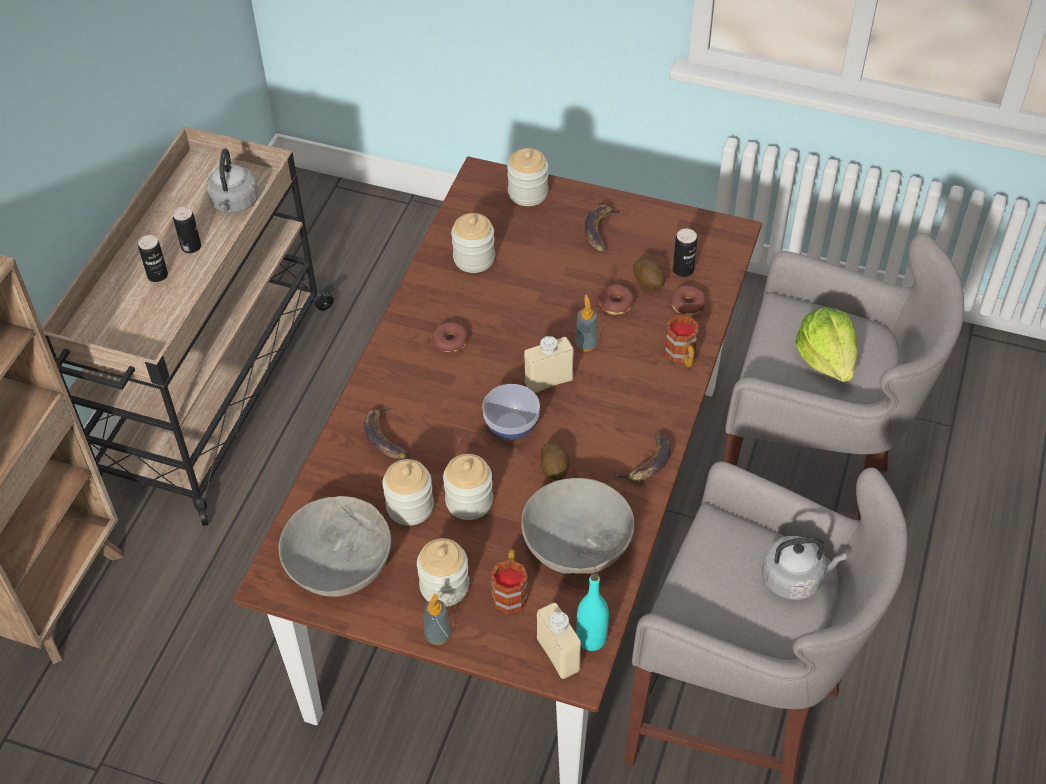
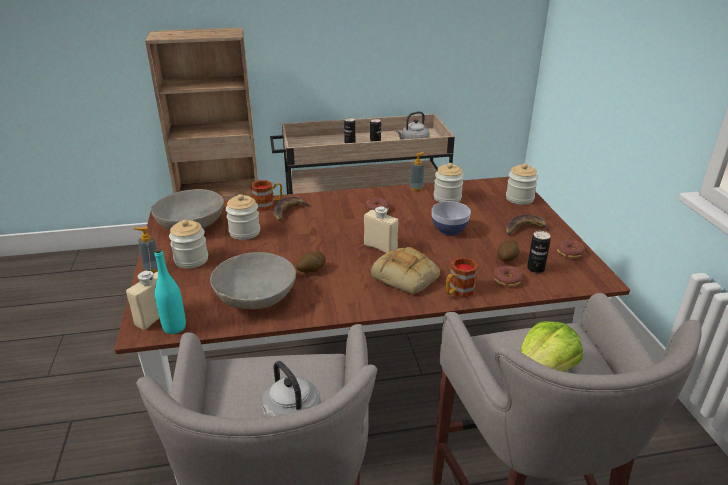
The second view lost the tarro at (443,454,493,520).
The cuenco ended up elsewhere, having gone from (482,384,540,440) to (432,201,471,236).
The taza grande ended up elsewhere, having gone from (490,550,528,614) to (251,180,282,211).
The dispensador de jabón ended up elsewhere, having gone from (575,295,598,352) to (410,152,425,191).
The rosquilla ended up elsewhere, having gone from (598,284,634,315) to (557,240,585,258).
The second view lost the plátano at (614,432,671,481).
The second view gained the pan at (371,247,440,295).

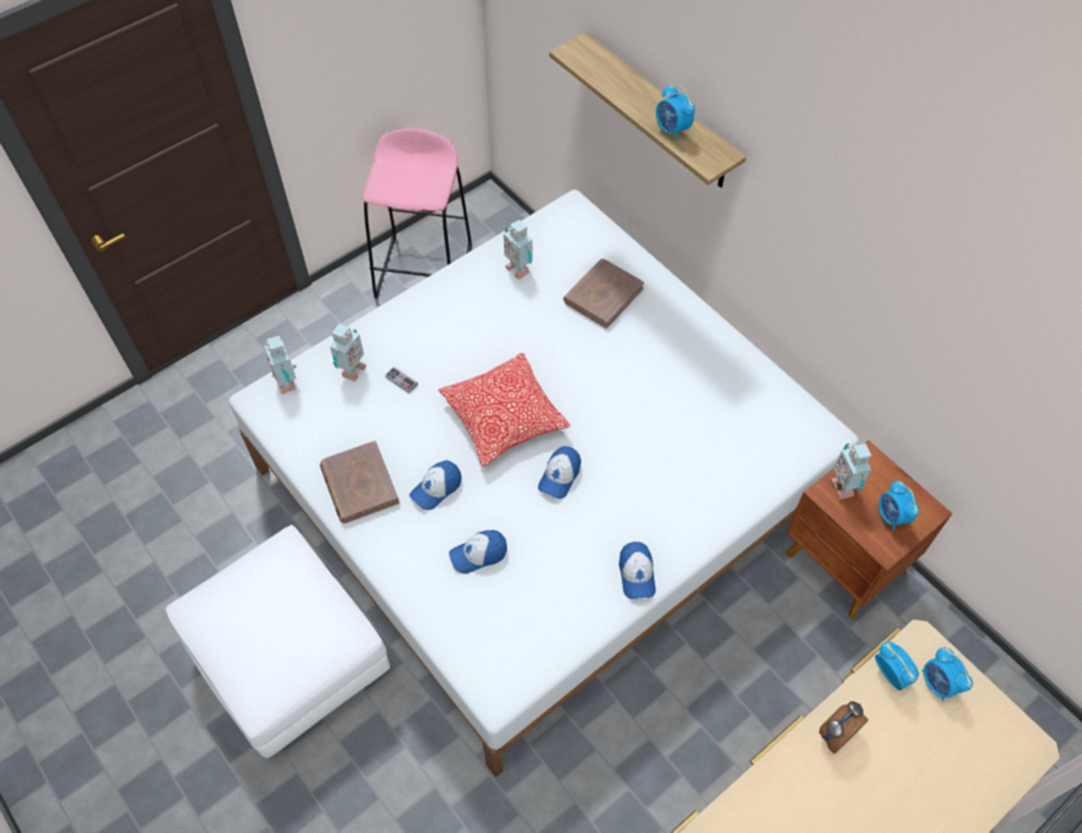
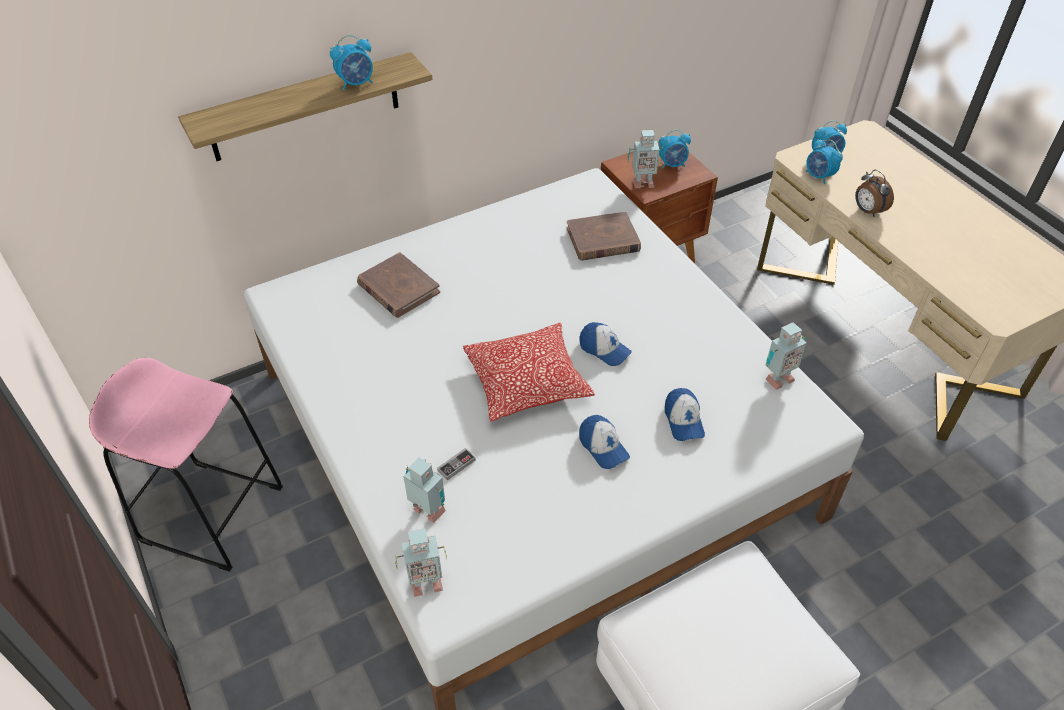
The libro/marrón ended up elsewhere, having gone from (320,441,400,523) to (567,211,641,261).
The robot de juguete ended up elsewhere, having gone from (504,220,533,280) to (765,322,807,390).
The second view lost the gorra at (619,542,656,599).
The despertador at (875,642,919,690) ended up facing another way, 105 degrees counterclockwise from before.

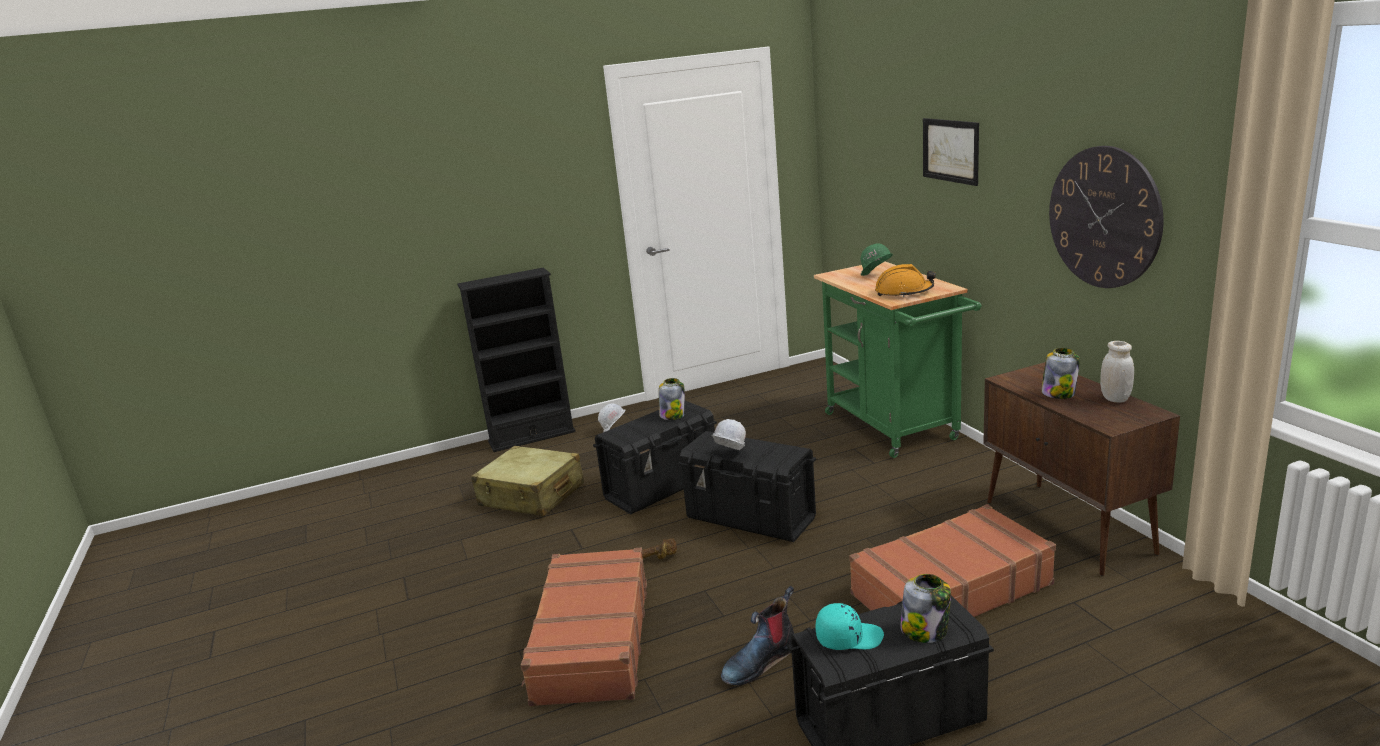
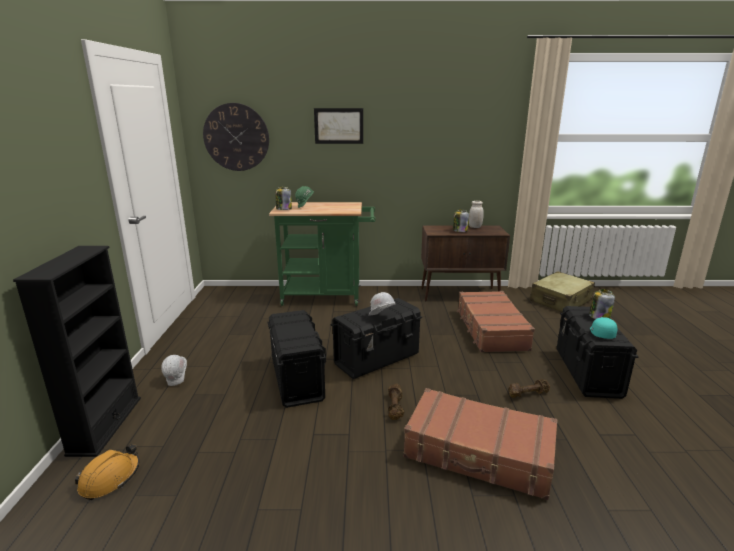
The maleta/beis ended up elsewhere, having gone from (471,446,584,516) to (530,271,595,312).
The tarro ended up elsewhere, having gone from (659,378,685,420) to (275,187,292,210).
Where the bota stood at (721,586,795,685), the mancuerna/marrón came to stand at (509,379,550,398).
The casco/naranja ended up elsewhere, having gone from (875,264,936,297) to (75,444,140,500).
The reloj de pared ended up elsewhere, having gone from (1049,146,1163,288) to (203,103,269,171).

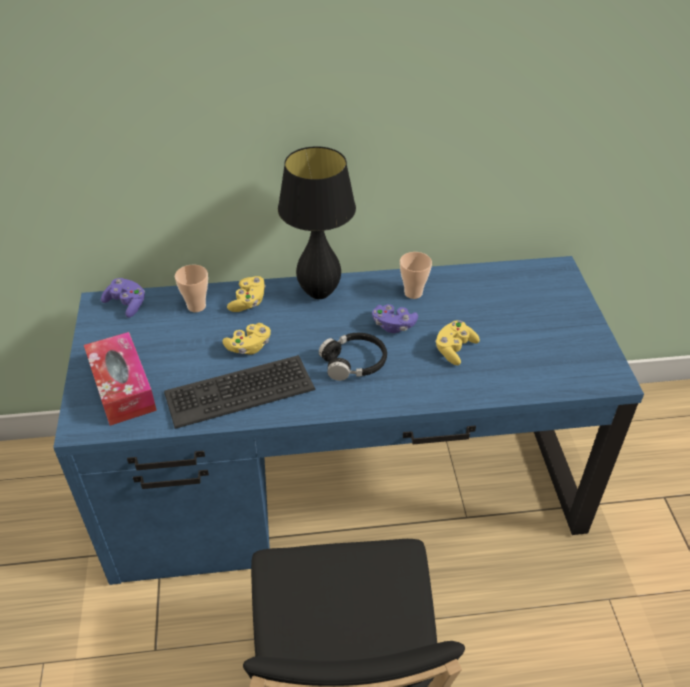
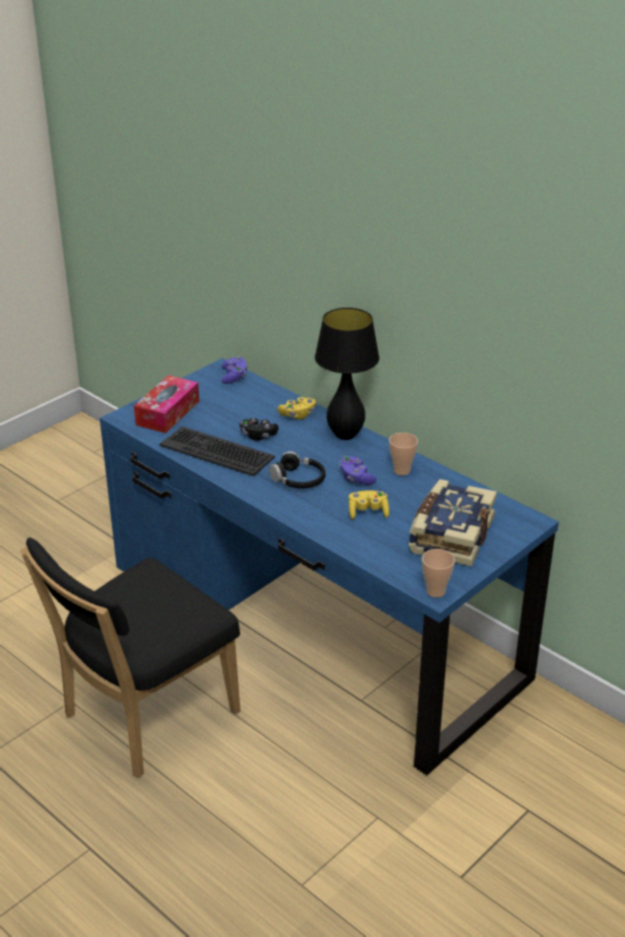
The taza ended up elsewhere, having gone from (175,265,208,312) to (422,549,455,598).
What was the mando de consola/amarillo at (222,323,271,355) turned into the mando de consola/negro at (240,418,279,441).
The second view gained the libro at (409,479,497,567).

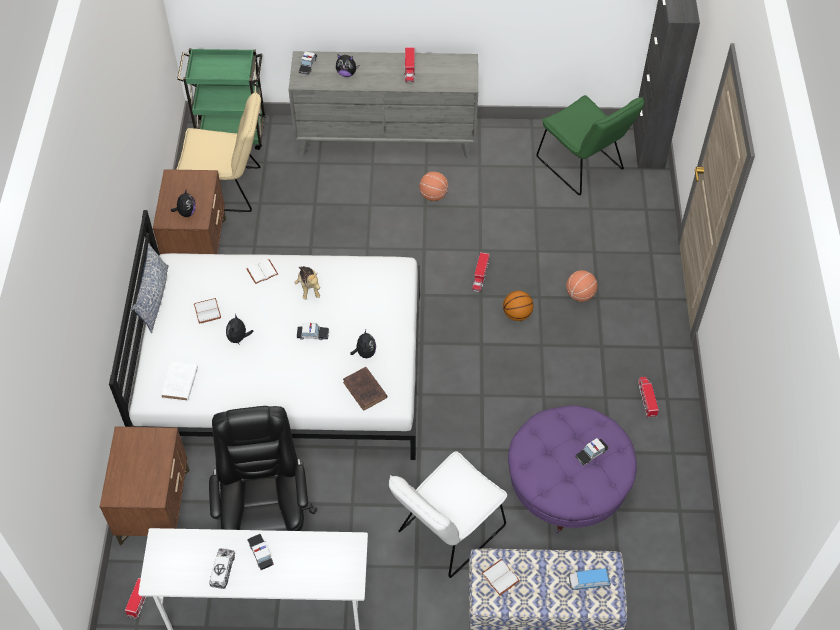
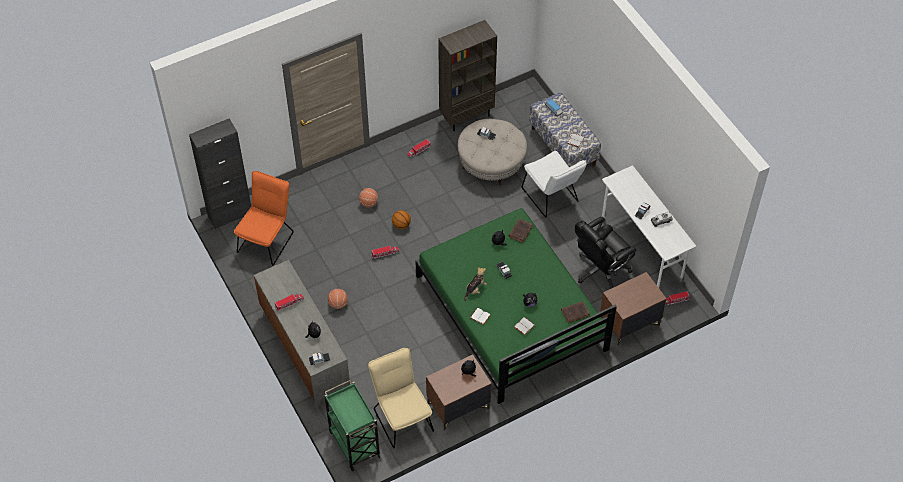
What was the cama/blanco at (109,210,420,460) turned into the cama/verde at (415,208,617,404).
What was the libro/blanco at (160,362,198,401) turned into the libro/marrón at (561,301,590,323).
The silla/blanco at (389,451,507,578) ended up facing another way, 45 degrees clockwise from before.
What was the puf/morado at (508,405,637,533) turned into the puf/beis at (458,119,527,185).
What was the silla/verde at (536,95,644,195) turned into the silla/naranja at (234,171,293,266).
The second view gained the estantería/marrón at (438,20,497,131).

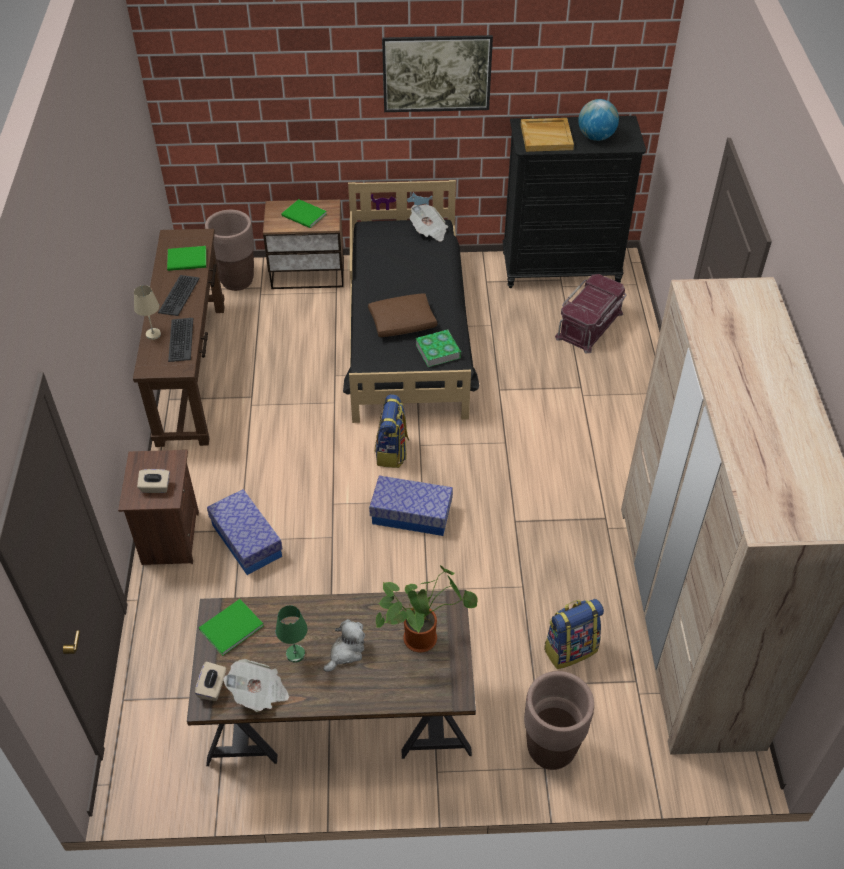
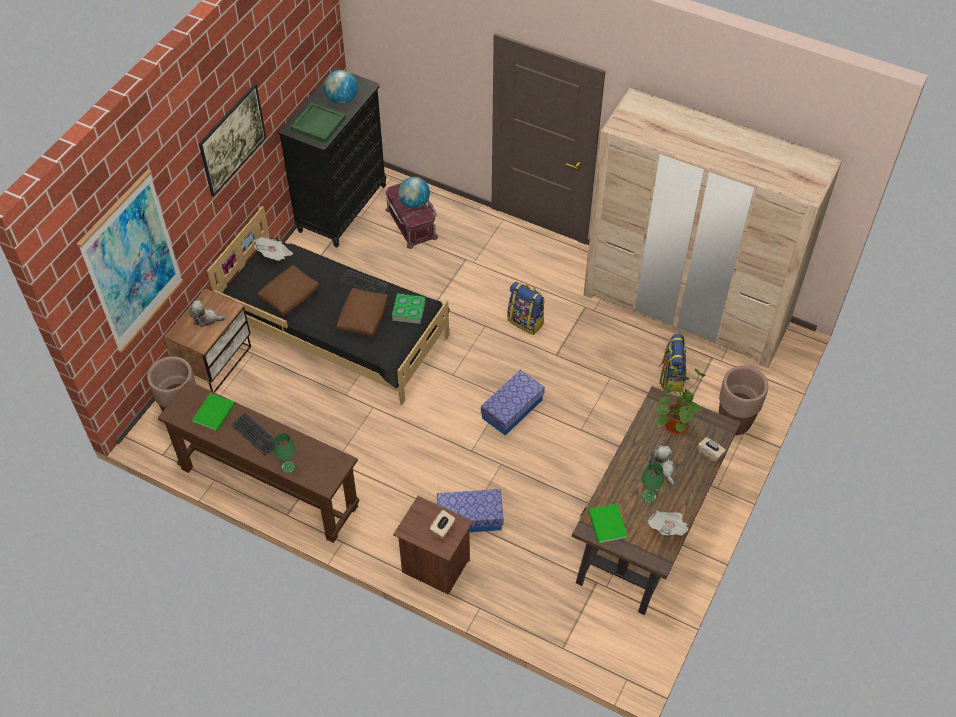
What was the lámpara de mesa/beis at (134,285,161,340) turned into the lámpara de mesa/verde at (273,433,296,474).
The teclado ended up elsewhere, having gone from (168,318,193,362) to (340,269,389,294).
The caja de pañuelos/beis ended up elsewhere, having gone from (195,661,226,701) to (698,437,726,462).
Where the libro/verde stood at (281,199,326,228), the peluche came to stand at (189,300,226,327).
The mochila ended up elsewhere, having gone from (375,394,409,468) to (507,282,545,335).
What was the bandeja/beis at (521,118,574,152) turned into the bandeja/verde at (291,102,346,143).
The second view gained the cuadro at (77,169,183,353).
The second view gained the cojín/marrón at (257,265,320,316).
The second view gained the globo terráqueo at (398,177,430,209).

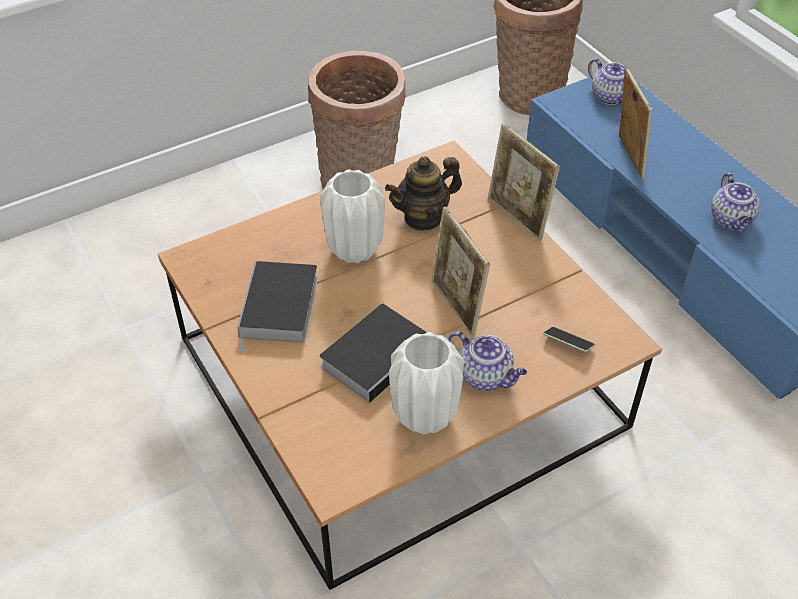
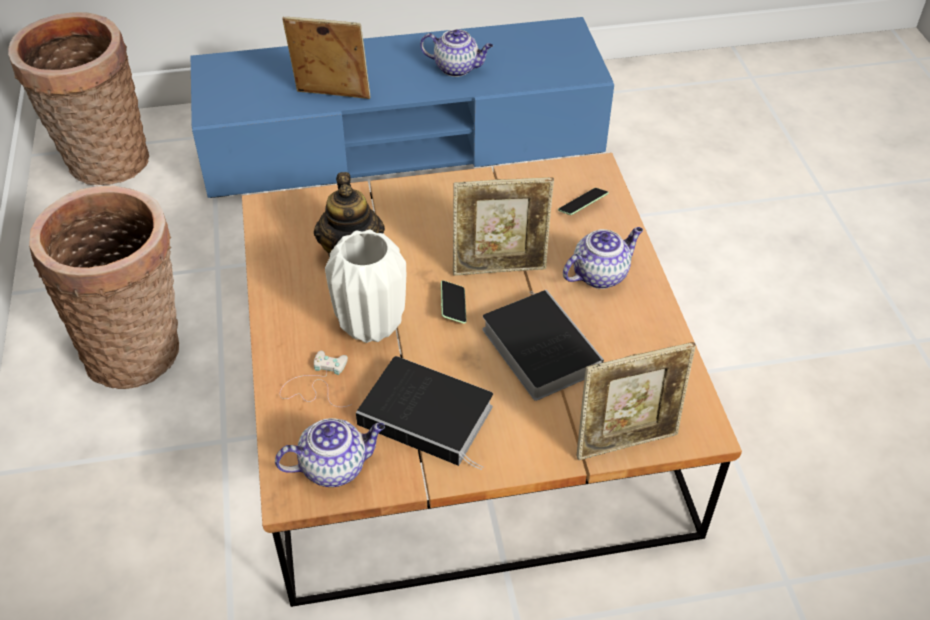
The second view lost the florero/blanco at (389,332,464,435).
The portarretratos ended up elsewhere, having gone from (488,123,560,241) to (576,342,696,460).
The tetera ended up elsewhere, having gone from (588,58,640,105) to (275,418,385,487).
The second view gained the mando de consola/blanco at (280,351,352,407).
The second view gained the móvil at (441,280,467,324).

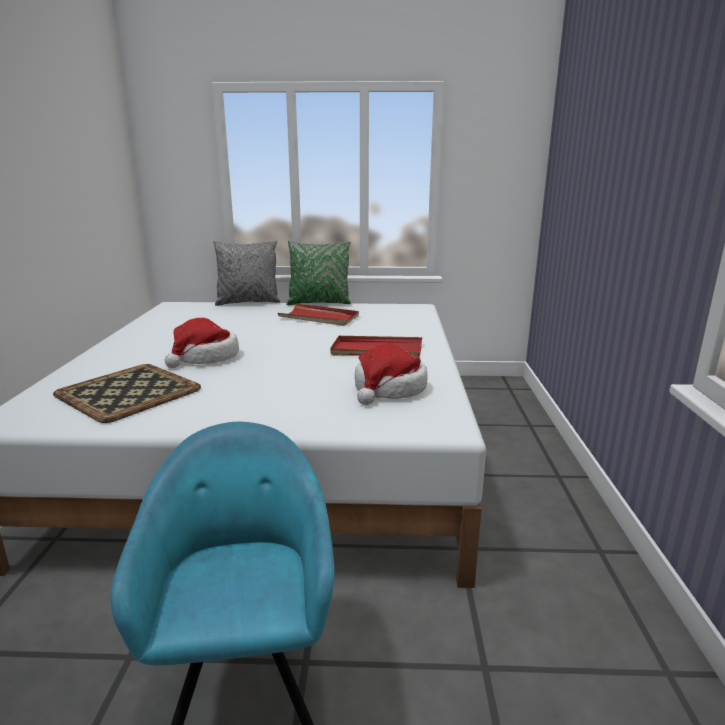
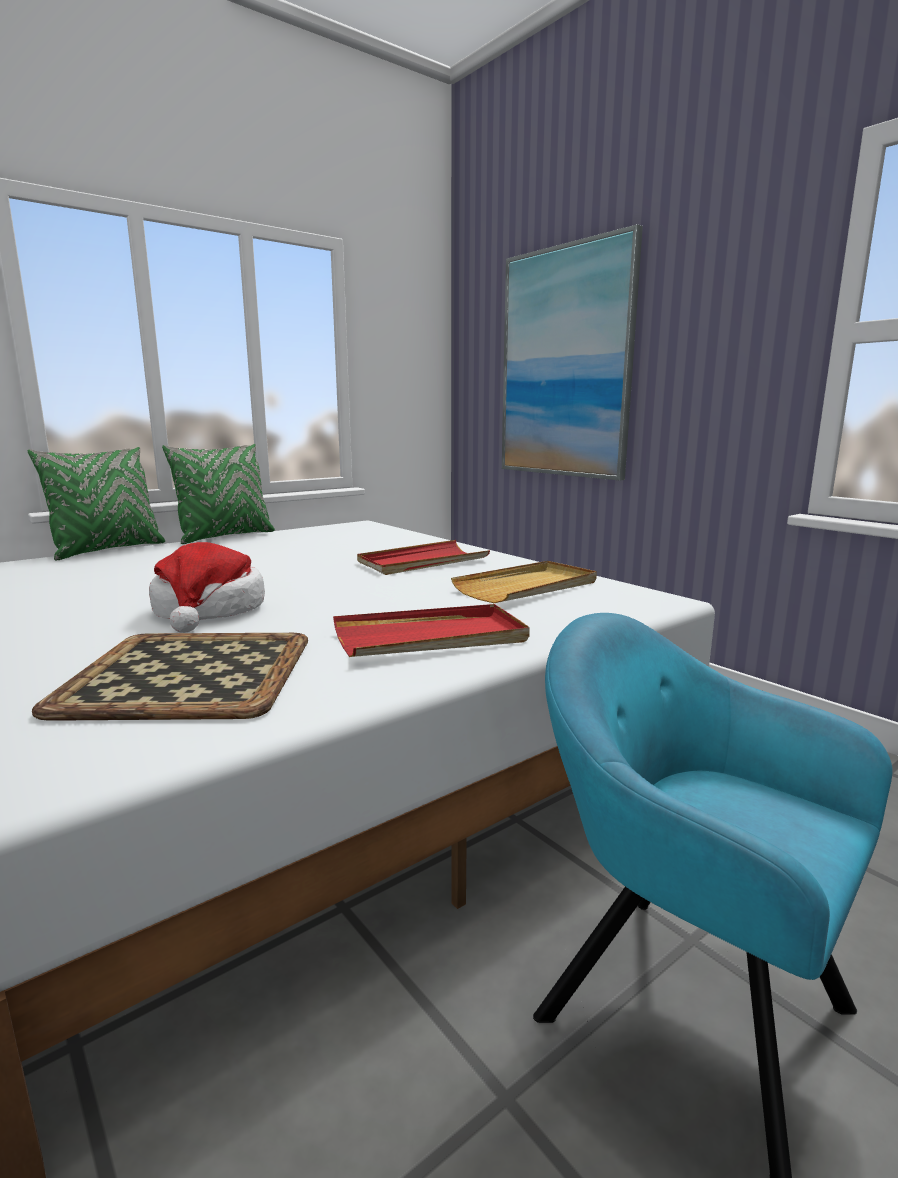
What was the cojín/gris at (213,241,280,306) turned into the cojín/verde at (28,447,165,560).
The bandeja/rojo ended up elsewhere, having gone from (278,304,359,326) to (333,604,530,657).
Where the sombrero stood at (355,343,428,405), the bandeja/beis came to stand at (451,561,597,603).
The second view gained the cuadro at (502,224,643,481).

